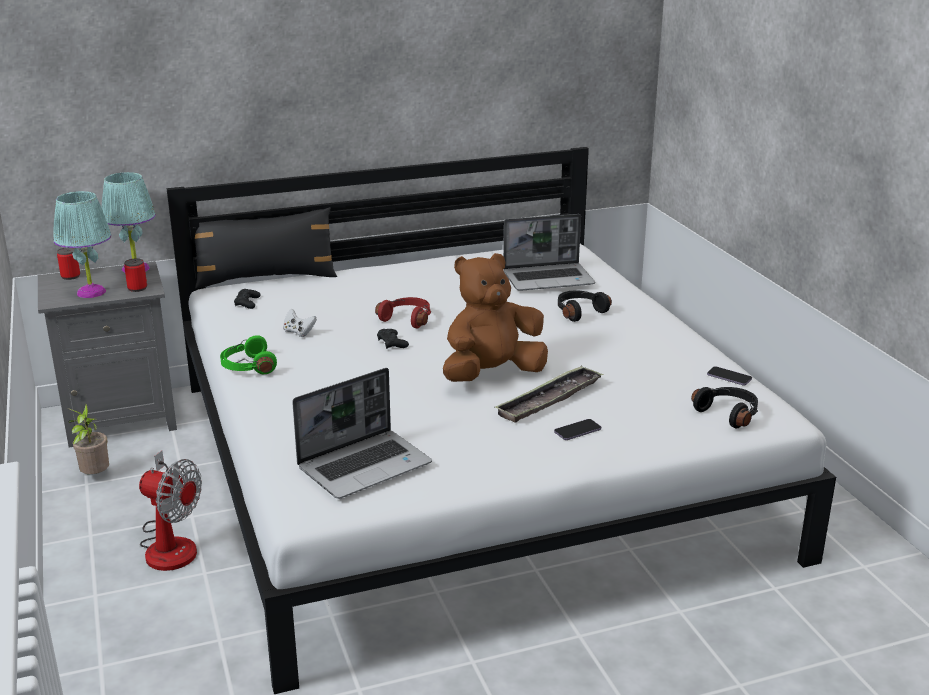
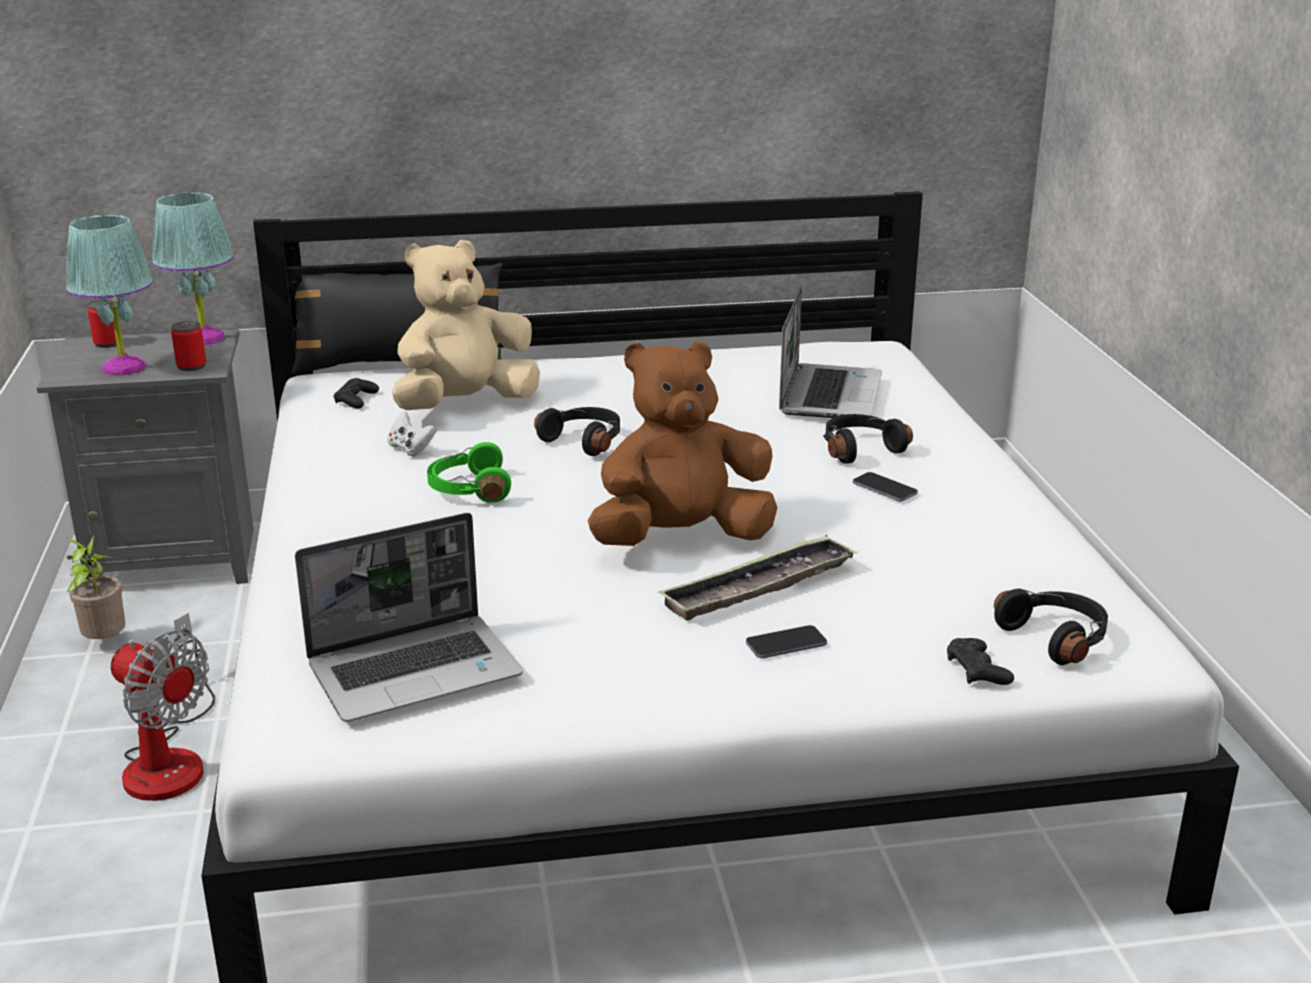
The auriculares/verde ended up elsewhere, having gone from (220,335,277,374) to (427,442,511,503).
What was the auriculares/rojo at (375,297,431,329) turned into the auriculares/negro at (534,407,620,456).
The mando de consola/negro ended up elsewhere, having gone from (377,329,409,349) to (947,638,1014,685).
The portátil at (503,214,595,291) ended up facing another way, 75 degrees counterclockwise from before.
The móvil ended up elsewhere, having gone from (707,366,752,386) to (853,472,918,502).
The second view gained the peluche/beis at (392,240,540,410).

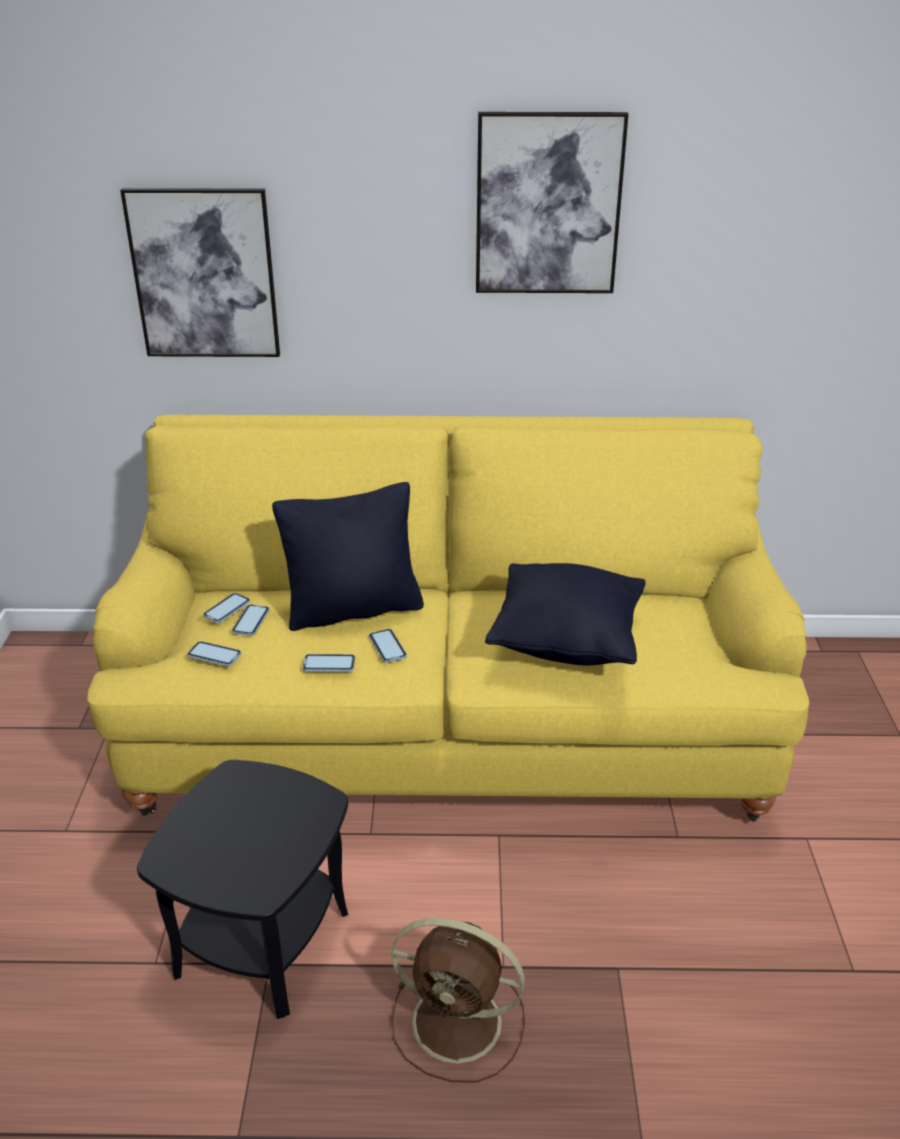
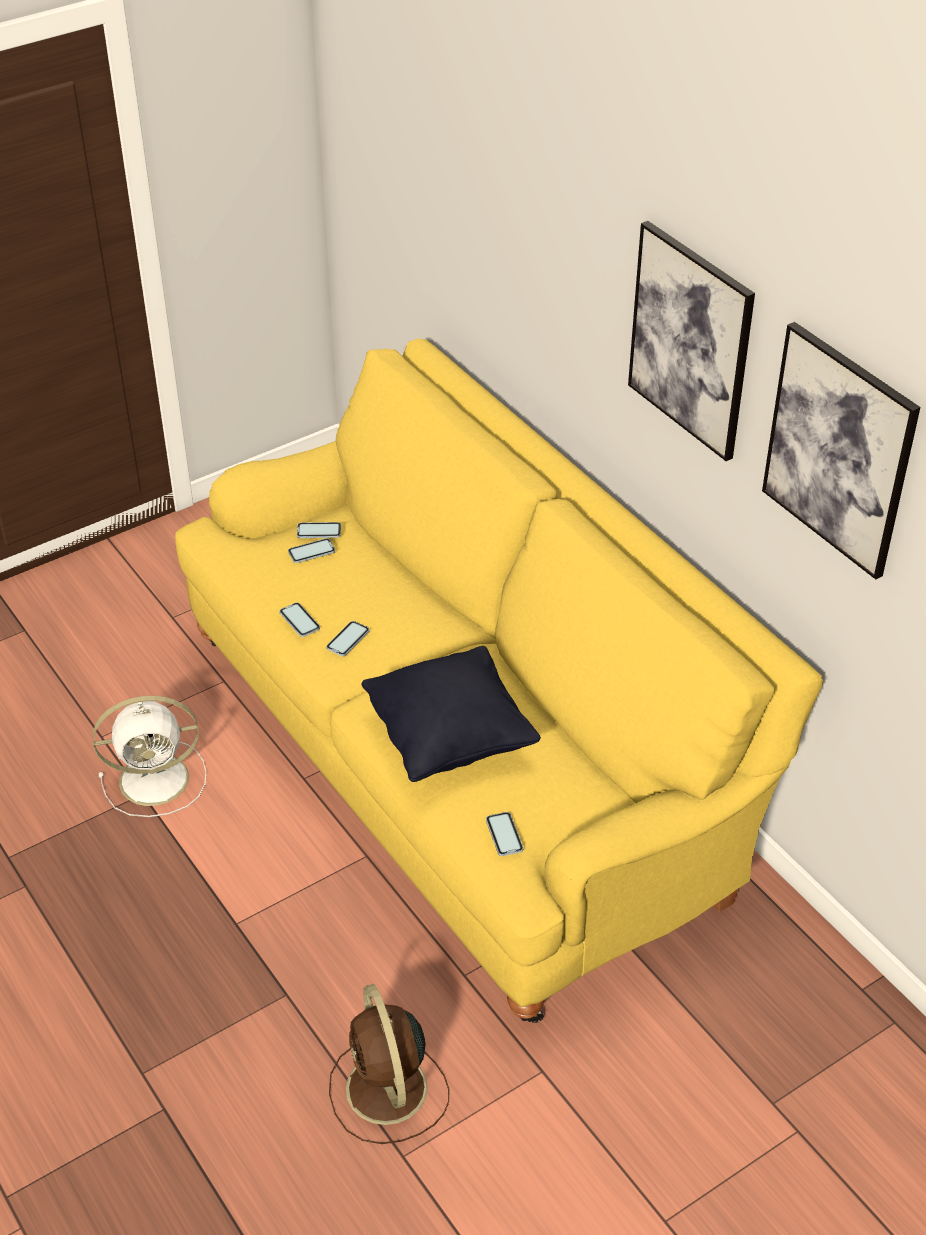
The cuadro ended up elsewhere, having gone from (120,188,280,357) to (762,322,920,579).
Where the mesa auxiliar/negro stood at (137,760,348,1019), the ventilador/blanco came to stand at (93,696,207,817).
The móvil ended up elsewhere, having gone from (187,641,241,666) to (486,812,523,856).
The second view lost the cojín/negro at (272,482,424,631).
The ventilador/marrón ended up elsewhere, having gone from (391,918,525,1083) to (329,984,449,1144).

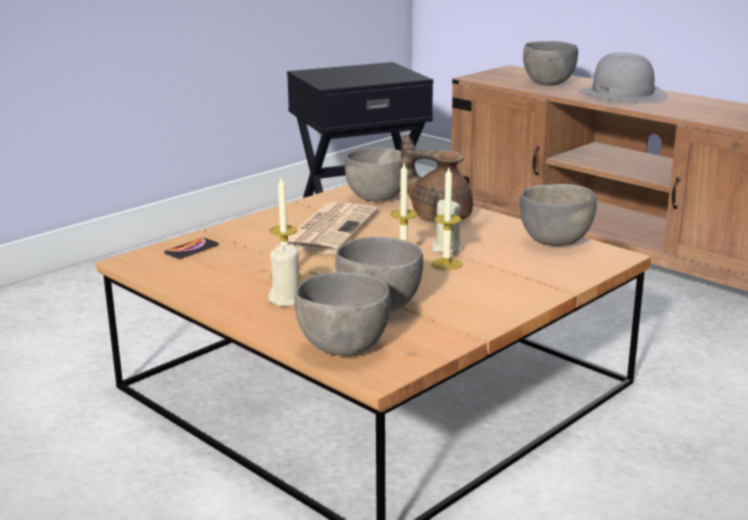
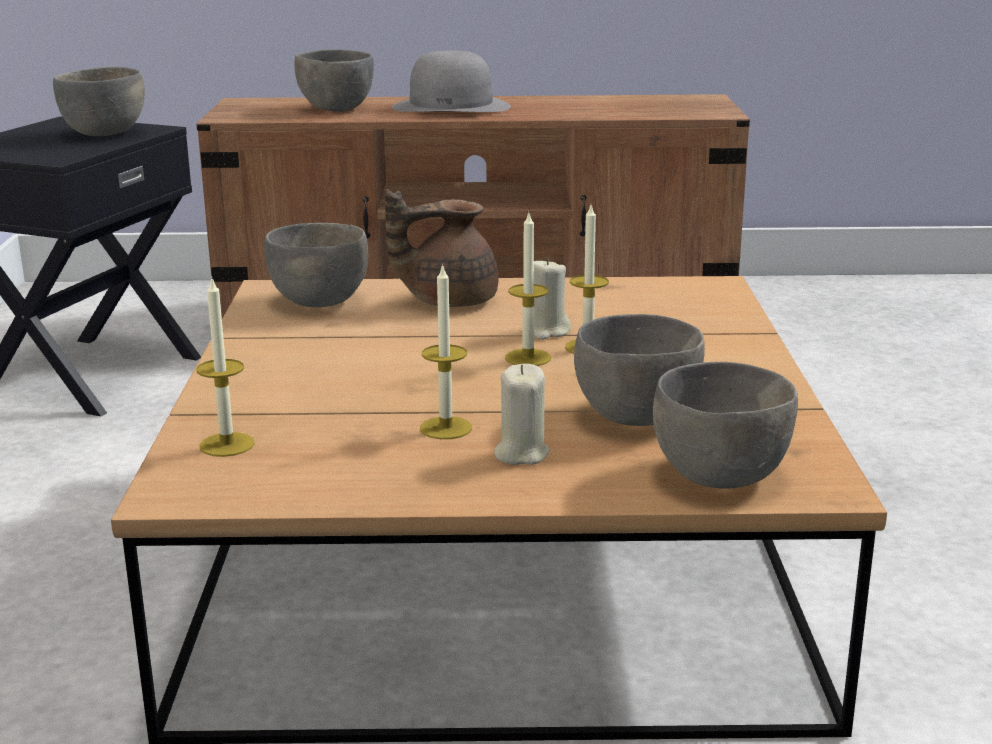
Where the móvil stood at (164,238,219,259), the vela came to stand at (196,279,255,457).
The second view lost the periódico at (275,202,378,254).
The cuenco/gris ended up elsewhere, having gone from (520,184,597,246) to (53,67,145,136).

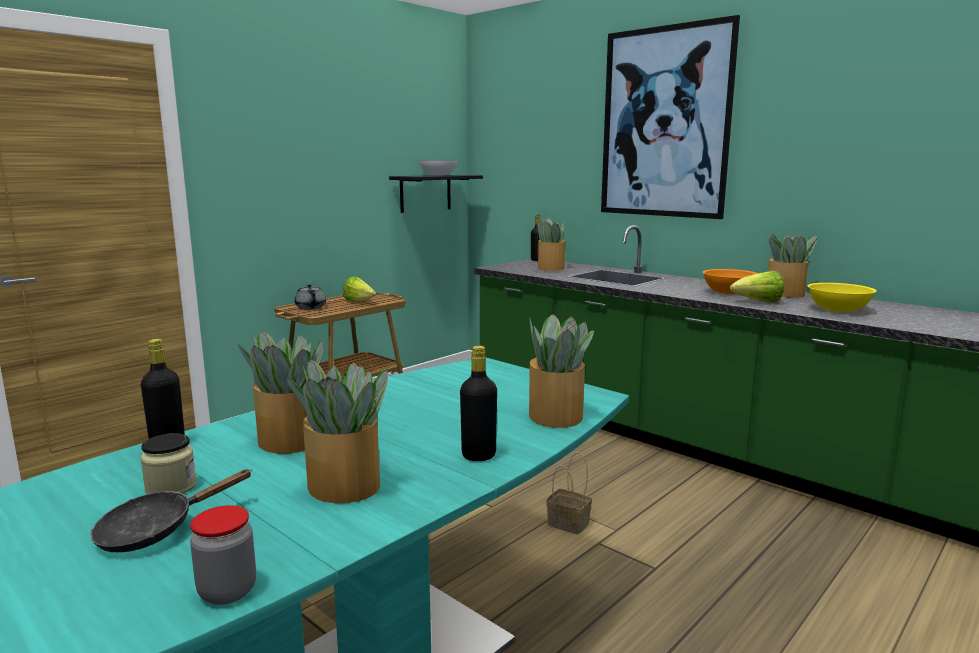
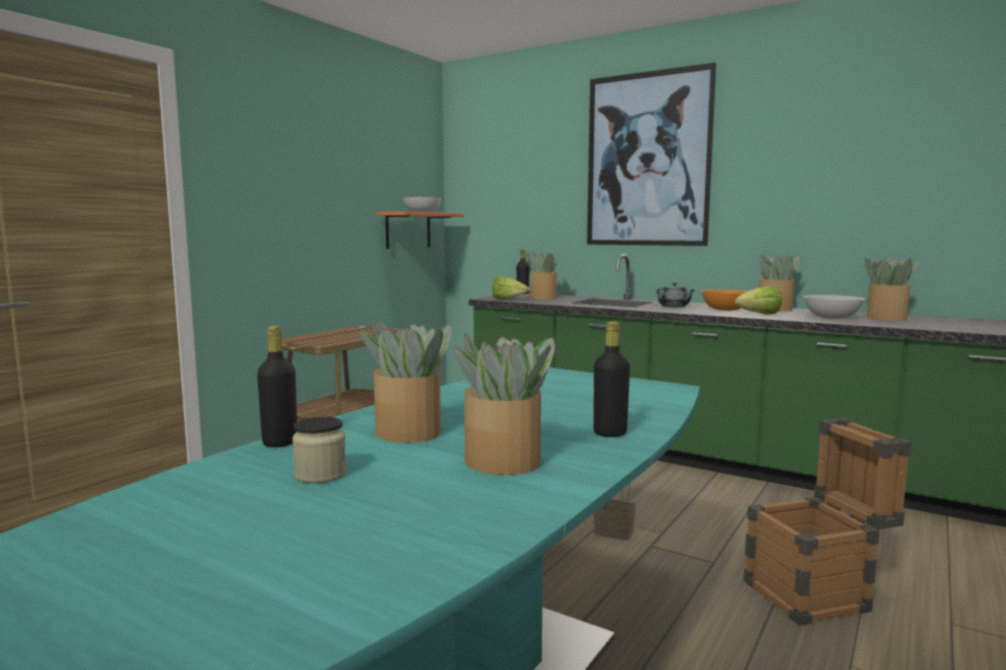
The second view lost the sartén/negro at (90,469,252,552).
The second view lost the tarro at (190,505,256,605).
The tetera/gris ended up elsewhere, having gone from (295,284,326,309) to (656,282,696,307).
The lechuga ended up elsewhere, having gone from (343,277,376,302) to (492,275,529,299).
What was the estante/negro at (389,175,483,213) turned into the estante/naranja at (376,211,464,249).
The planta en maceta ended up elsewhere, having gone from (529,314,594,428) to (864,257,919,321).
What was the cuenco/amarillo at (807,283,876,312) turned into the cuenco/blanco at (803,295,865,319).
The second view gained the caja de embalaje at (744,418,911,626).

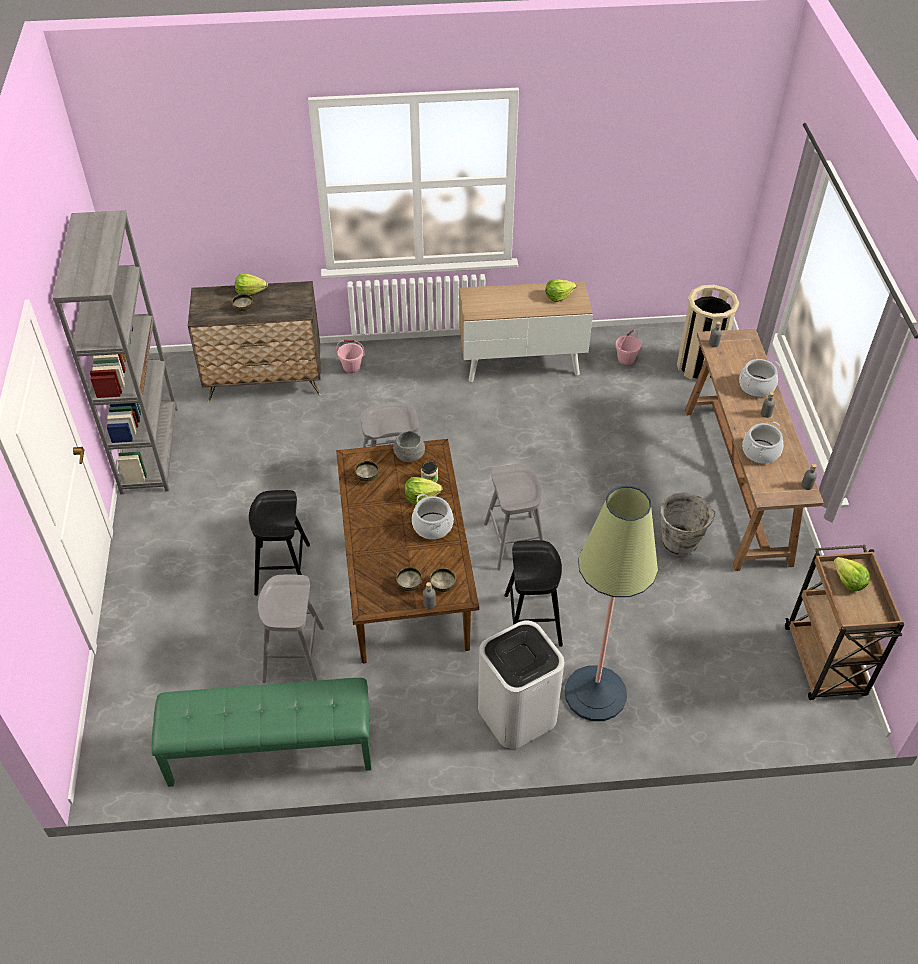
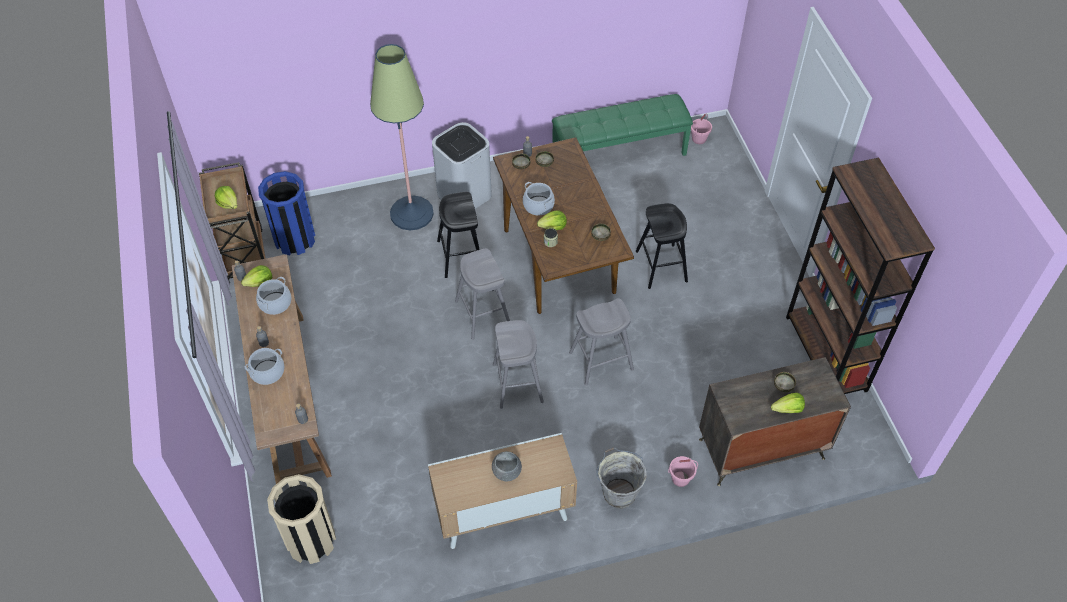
What was the estantería/gris at (52,210,178,494) turned into the estantería/marrón at (786,158,935,394).
The taburete/gris ended up elsewhere, having gone from (258,575,324,683) to (493,320,544,409).
The cuenco/gris ended up elsewhere, having gone from (393,431,425,462) to (492,451,522,481).
The lechuga ended up elsewhere, having gone from (545,279,576,302) to (241,265,272,287).
The cubo/rosa ended up elsewhere, having gone from (616,329,641,366) to (691,114,712,144).
The cubo/gris ended up elsewhere, having gone from (661,492,715,557) to (596,447,647,509).
The second view gained the papelera/azul at (258,171,315,256).

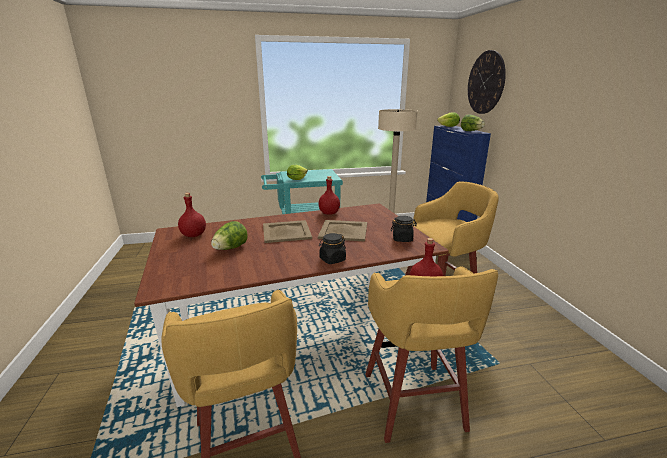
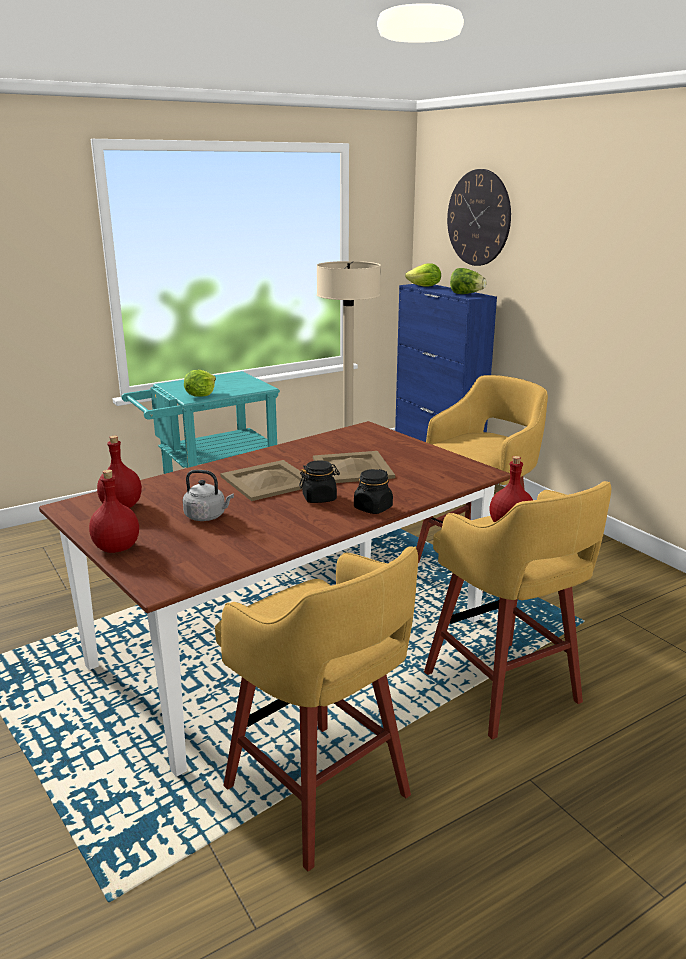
Where the lechuga stood at (211,221,248,250), the hervidor/gris came to stand at (183,470,234,521).
The botella/rojo ended up elsewhere, having gone from (318,176,340,215) to (89,470,139,553).
The tarro/negro ended up elsewhere, having gone from (391,216,417,242) to (299,460,340,503).

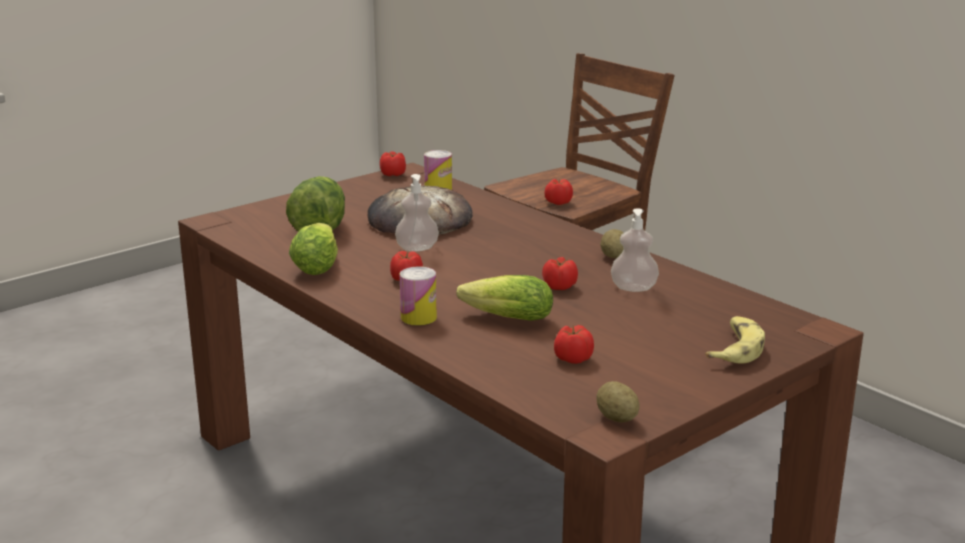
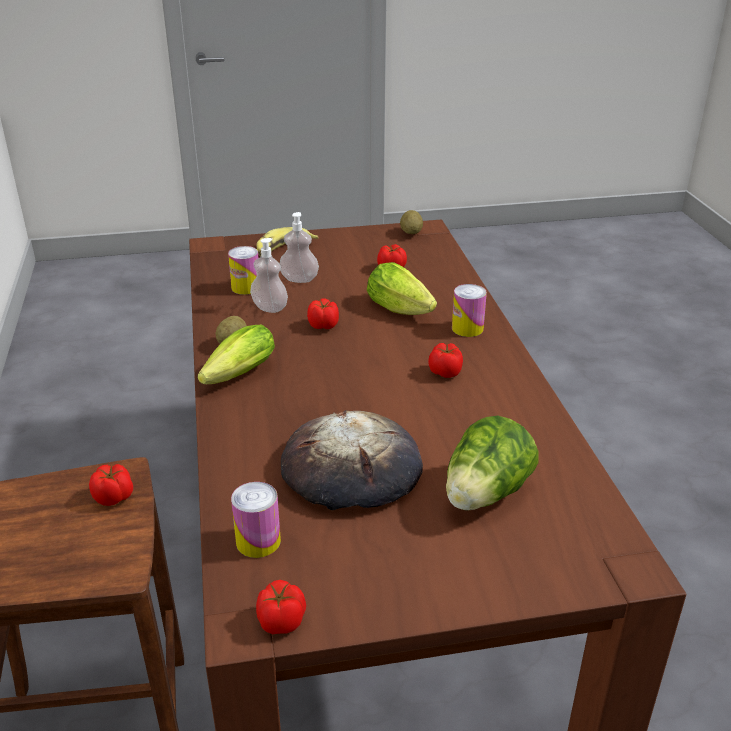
The lechuga ended up elsewhere, having gone from (289,223,338,275) to (198,325,275,384).
The dispensador de jabón ended up elsewhere, having gone from (395,174,439,252) to (280,212,319,283).
The second view gained the lata at (228,246,258,295).

